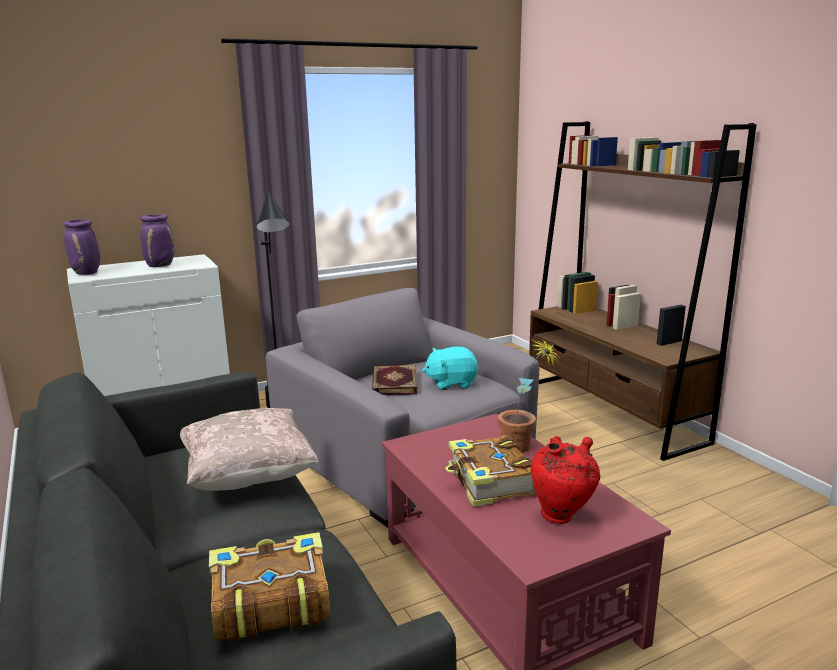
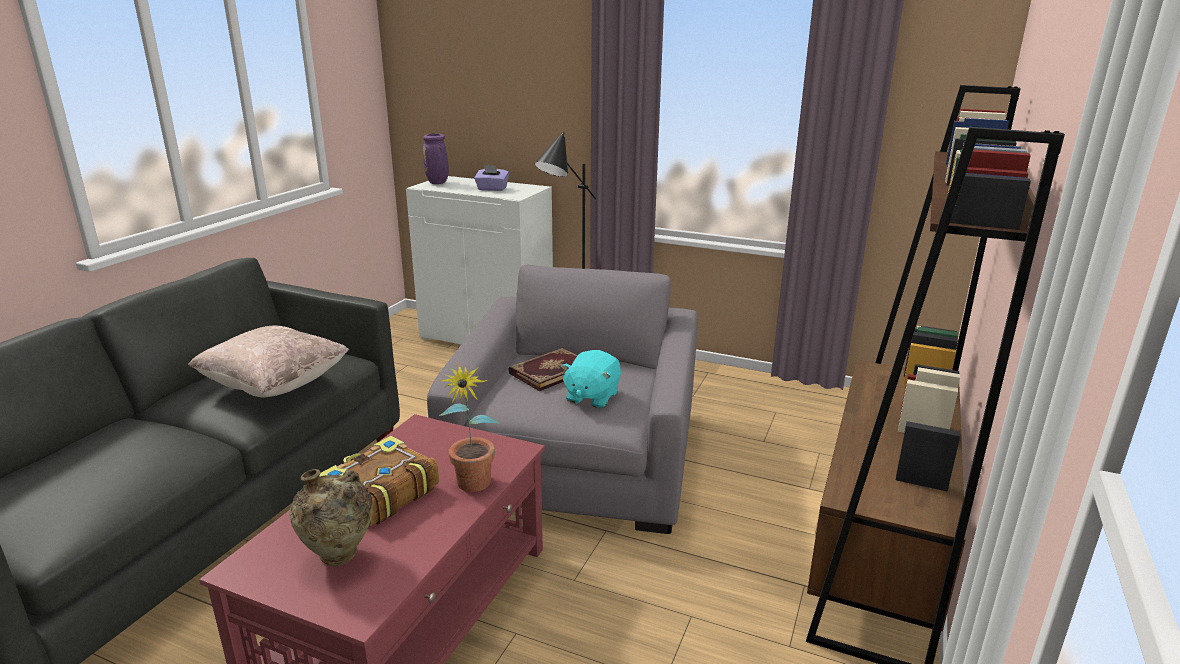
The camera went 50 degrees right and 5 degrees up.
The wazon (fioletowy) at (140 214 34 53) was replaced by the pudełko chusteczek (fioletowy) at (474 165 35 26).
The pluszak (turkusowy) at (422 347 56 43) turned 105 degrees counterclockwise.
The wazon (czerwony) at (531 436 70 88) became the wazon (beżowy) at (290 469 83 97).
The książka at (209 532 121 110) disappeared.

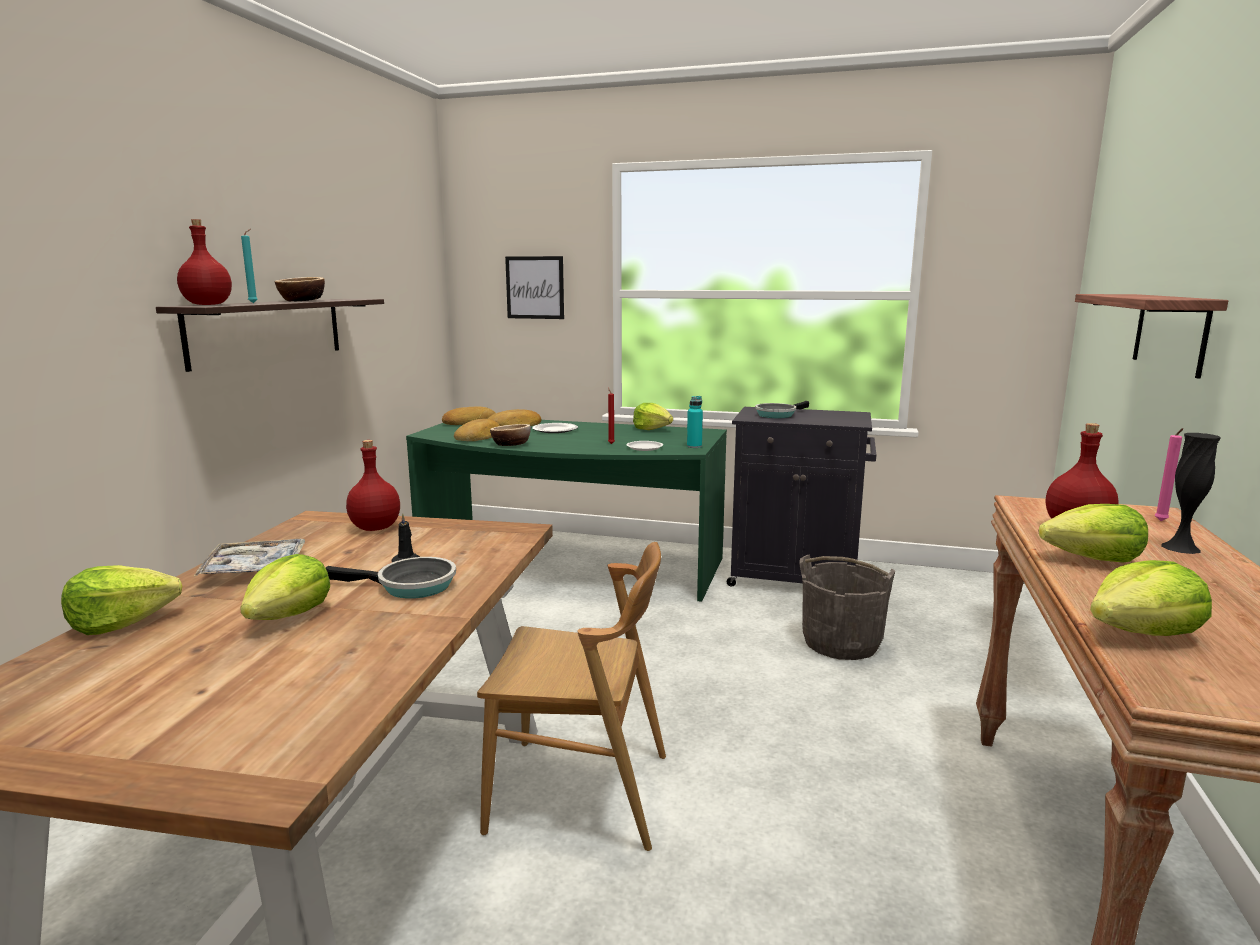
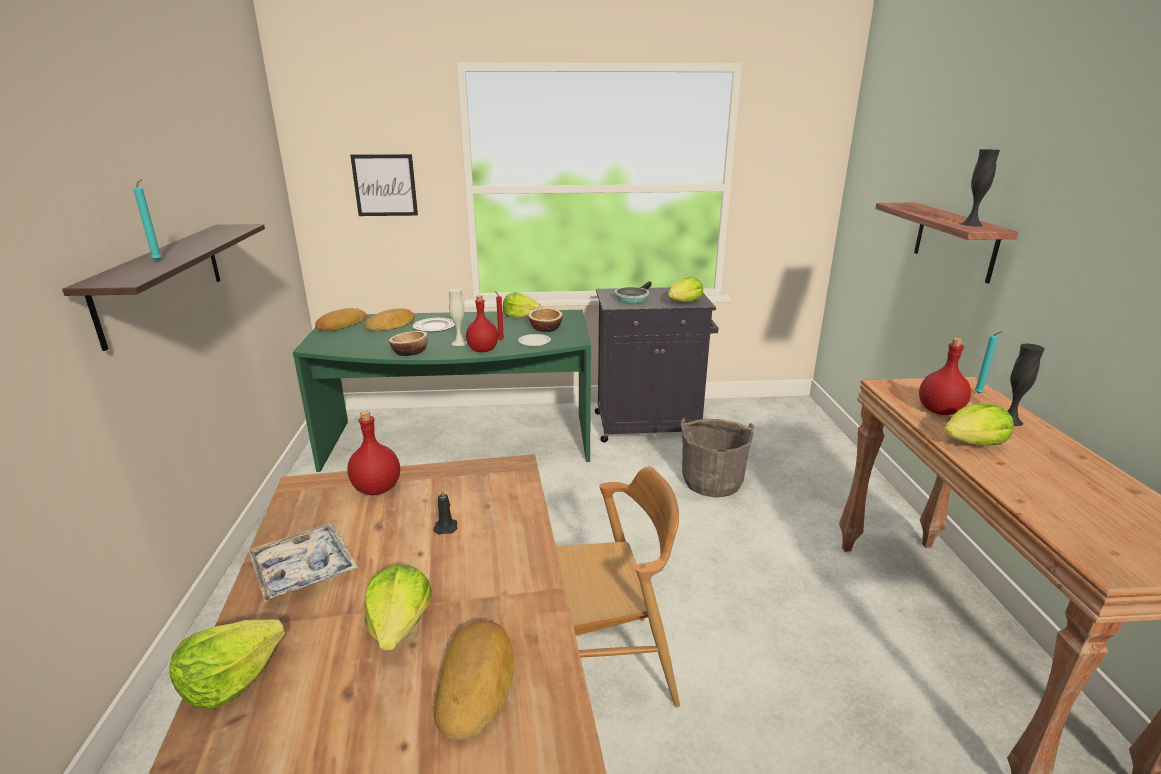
The camera went 20 degrees left and 10 degrees up.
The butelka (czerwony) moved from (177 219 55 86) to (466 295 32 57).
The miska moved from (275 277 50 24) to (528 308 35 24).
The butelka (turkusowy) at (687 396 16 52) disappeared.
The chleb moved from (454 419 46 22) to (434 621 80 119).
The świeca (różowy) at (1155 428 28 93) became the świeca (turkusowy) at (974 332 27 62).
The patelnia at (326 557 130 42) disappeared.
The sałata moved from (1090 560 122 76) to (668 277 35 25).
The wazon (czarny) at (961 149 39 78) appeared.
The wazon (biały) at (448 289 19 57) appeared.

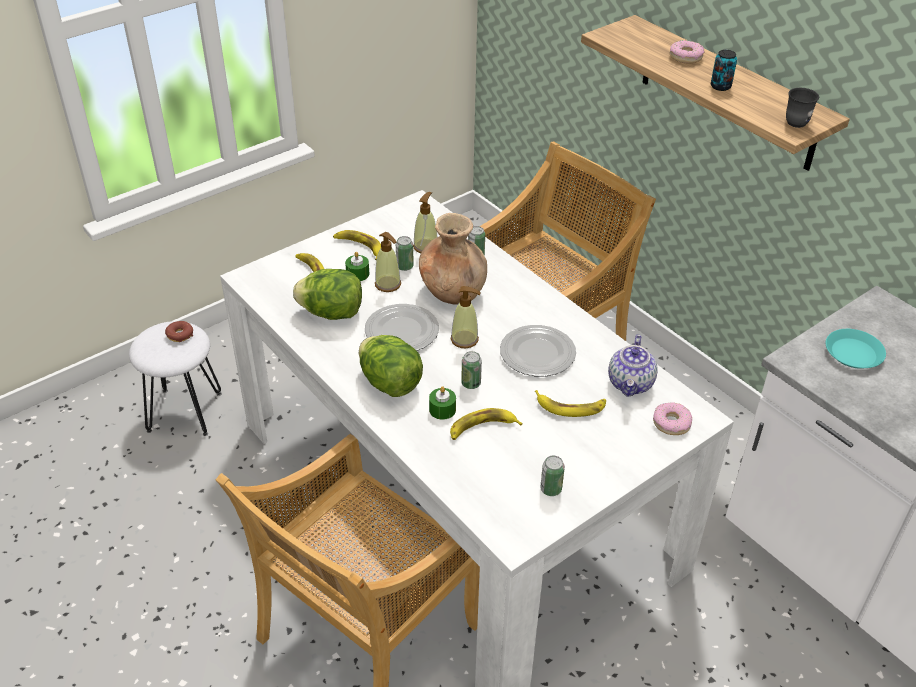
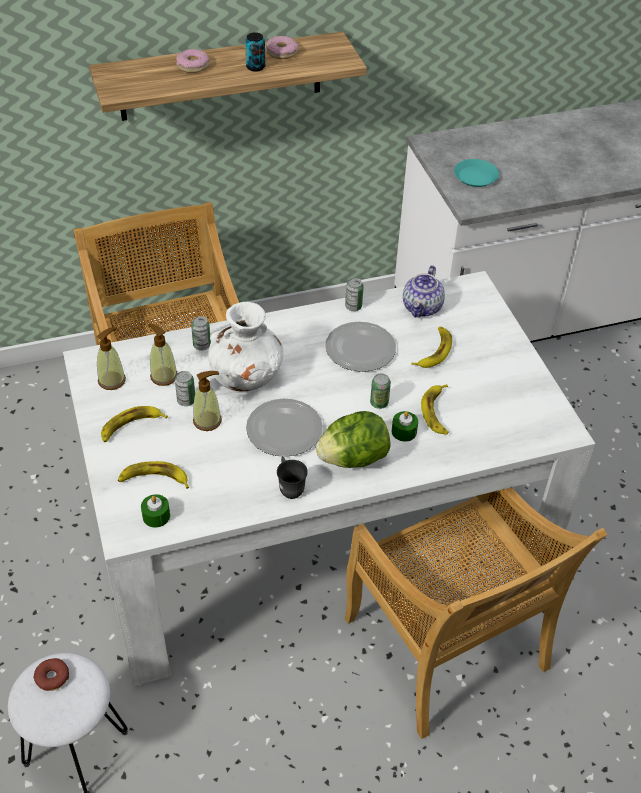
The camera went 70 degrees left and 5 degrees up.
The kubek (szary) moved from (786 88 33 40) to (277 457 30 42).
The wazon (brązowy) at (419 213 68 92) became the wazon (biały) at (208 302 75 89).
The świeca (zielony) moved from (345 252 24 29) to (141 494 29 34).
The sałata at (293 269 69 51) disappeared.
The dozownik mydła moved from (451 286 30 62) to (97 327 29 63).
The imbryk at (608 334 50 63) turned 75 degrees clockwise.
The donut moved from (653 402 39 33) to (266 36 32 23).
The puszka moved from (540 456 25 40) to (345 278 19 33).

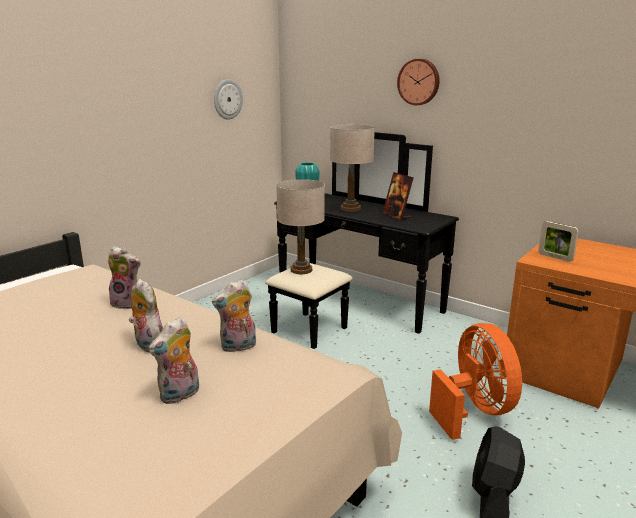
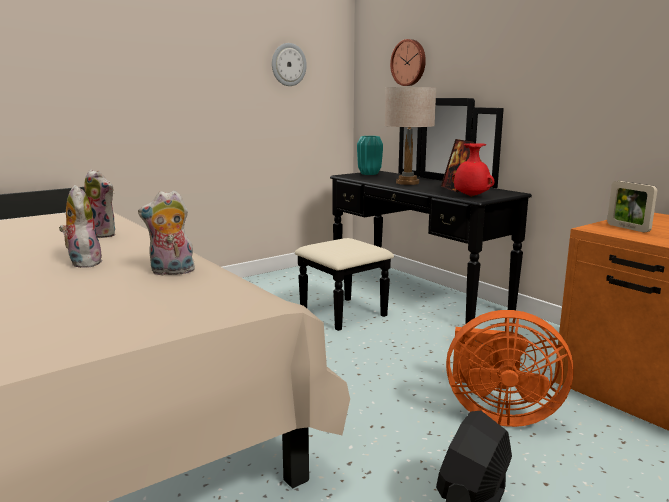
The camera went 15 degrees right and 5 degrees down.
The zegar ścienny moved from (397 59 43 46) to (390 39 36 47).
The lampa stołowa (beżowy) at (276 179 49 95) disappeared.
The pluszak at (149 317 50 87) disappeared.
The wentylator (pomarańczowy) at (429 323 93 117) turned 105 degrees clockwise.
The wazon (czerwony) at (452 143 42 54) appeared.

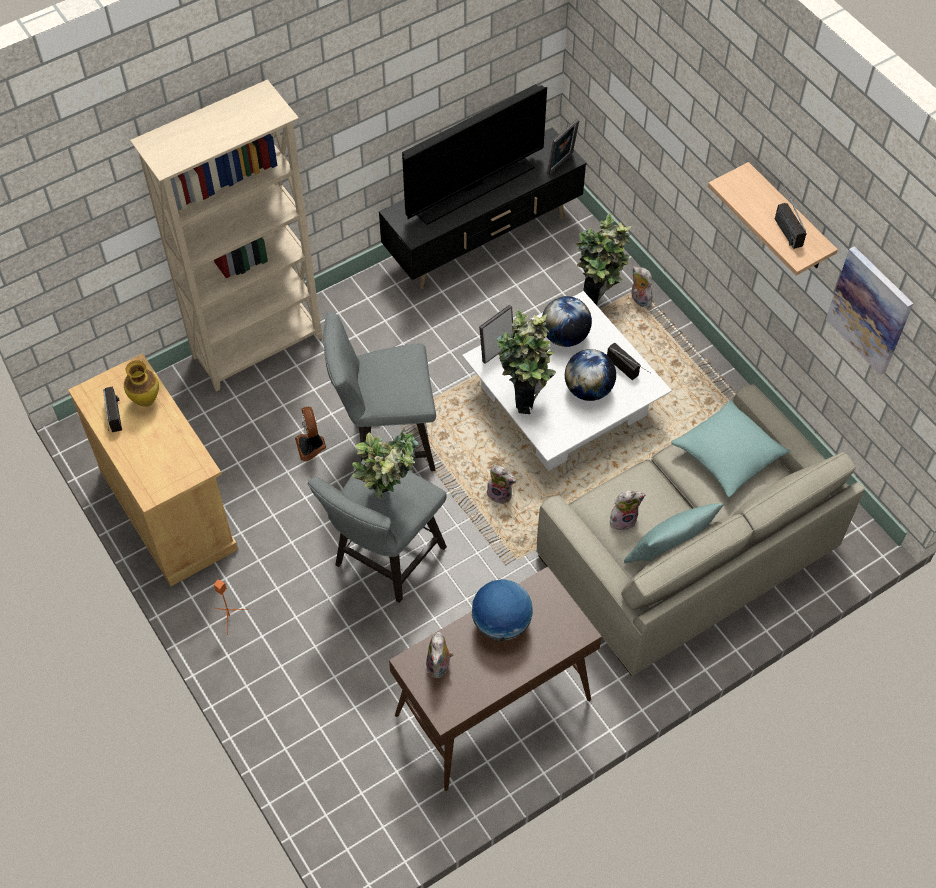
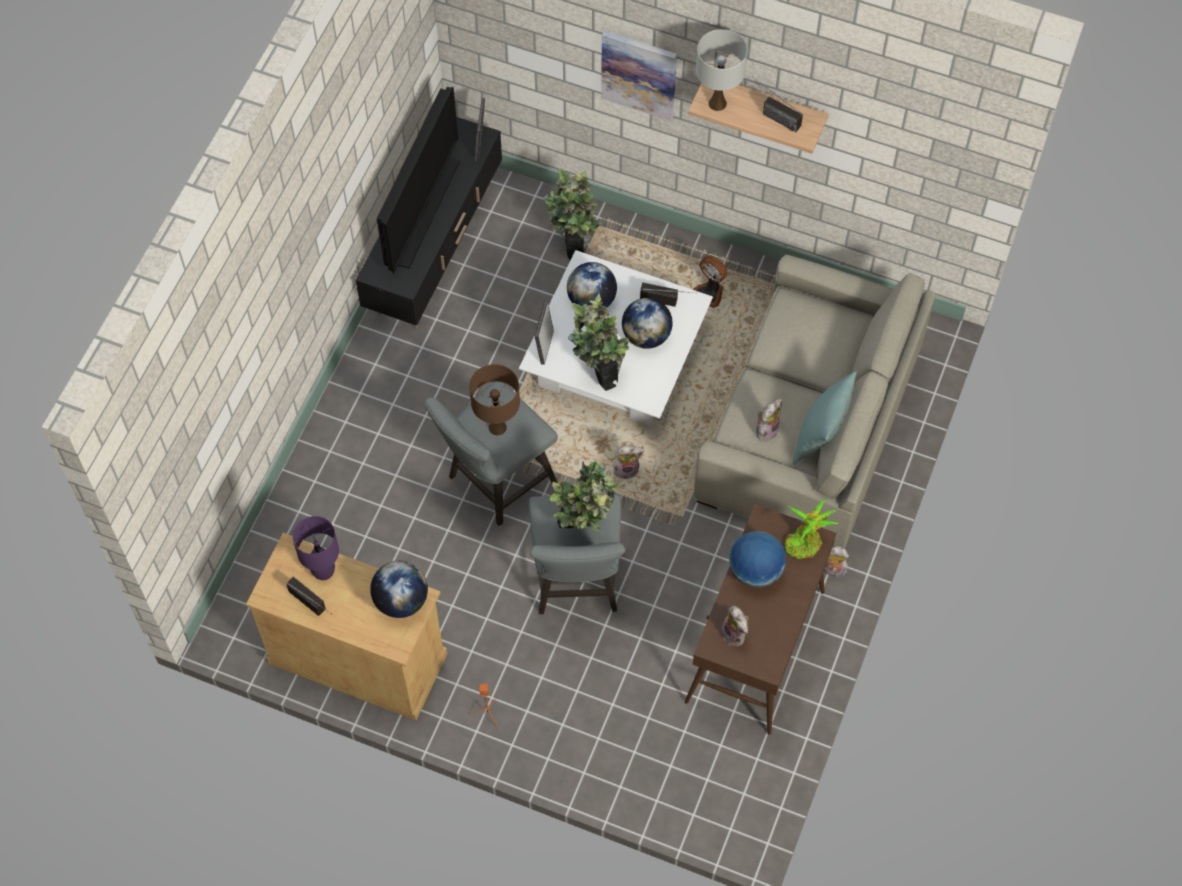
The camera went 35 degrees left and 5 degrees up.
The regał (beżowy) at (130 80 192 312) disappeared.
The obraz moved from (826 246 88 129) to (601 31 76 90).
The pluszak moved from (631 266 21 41) to (823 546 26 34).
The wazon at (124 360 35 47) was replaced by the lampa stołowa (fioletowy) at (293 516 46 64).
The poduszka (turkusowy) at (671 400 119 98) disappeared.
The wentylator moved from (295 406 31 55) to (693 255 35 53).
The lampa stołowa (biały) at (696 29 51 82) appeared.
The lampa stołowa (brązowy) at (469 364 51 71) appeared.
The roślina doniczkowa at (785 498 54 61) appeared.
The globus at (370 561 58 57) appeared.

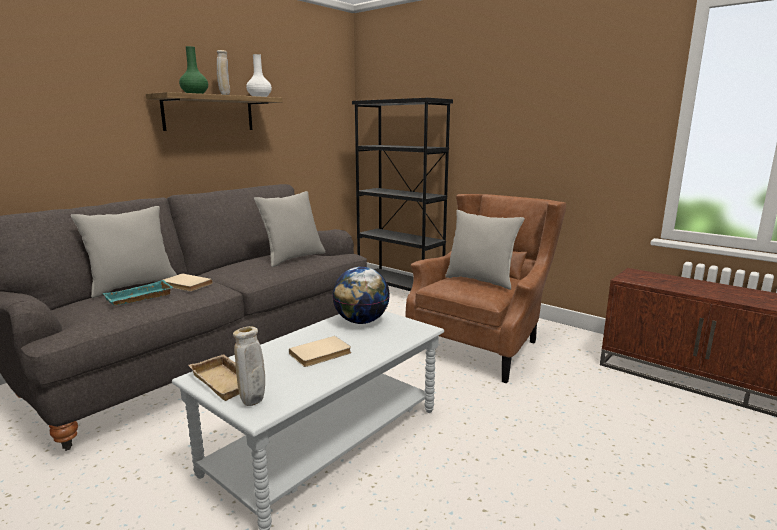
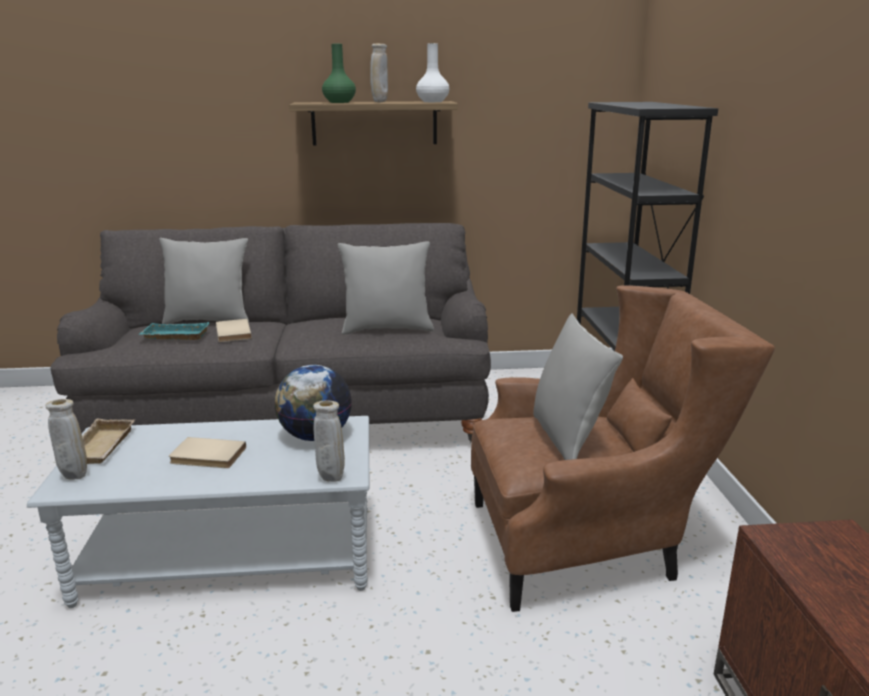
The camera went 45 degrees right and 5 degrees up.
The wazon (beżowy) at (313 401 32 81) appeared.

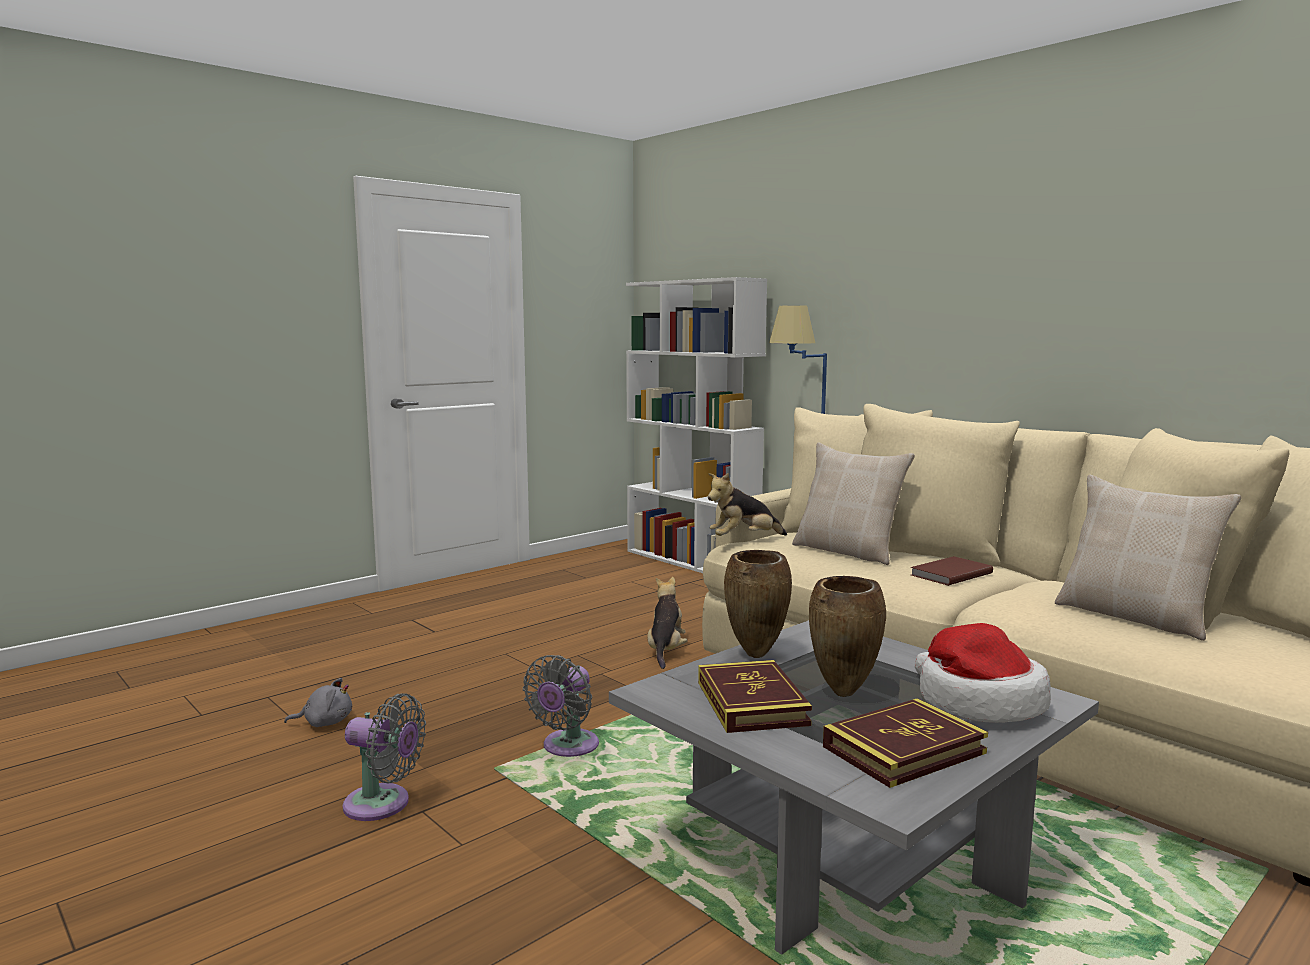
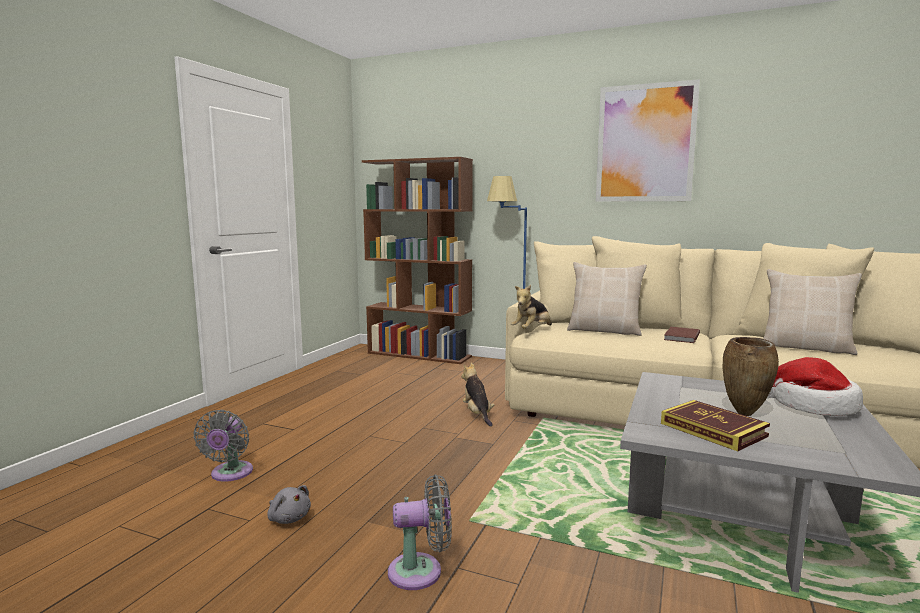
The camera went 25 degrees left and 0 degrees up.
The regał (biały) at (626 277 141 296) became the regał (brązowy) at (362 157 111 207).
The wazon (brązowy) at (724 550 68 108) disappeared.
The wentylator (szary) moved from (523 655 76 102) to (193 410 60 72).
The pluszak (szary) at (284 678 68 49) turned 75 degrees clockwise.
The książka at (823 698 165 90) disappeared.
The obraz at (596 79 104 122) appeared.

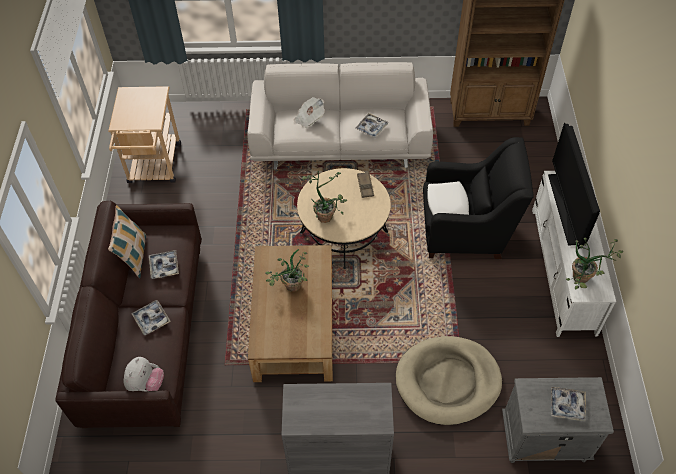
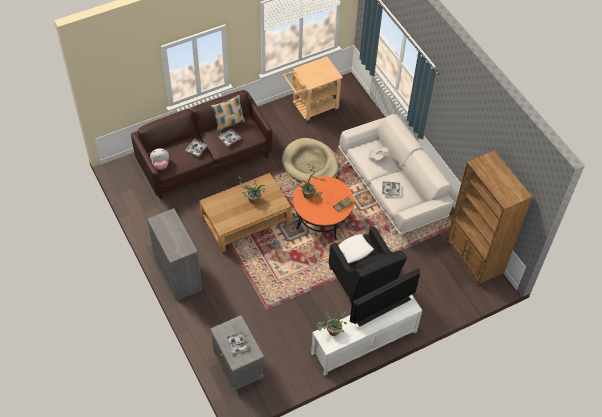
The camera went 60 degrees right and 0 degrees up.
The ława (beżowy) at (297 168 94 101) became the ława (pomarańczowy) at (293 176 61 64).
The legowisko (beżowy) moved from (396 336 106 89) to (282 138 56 45).

